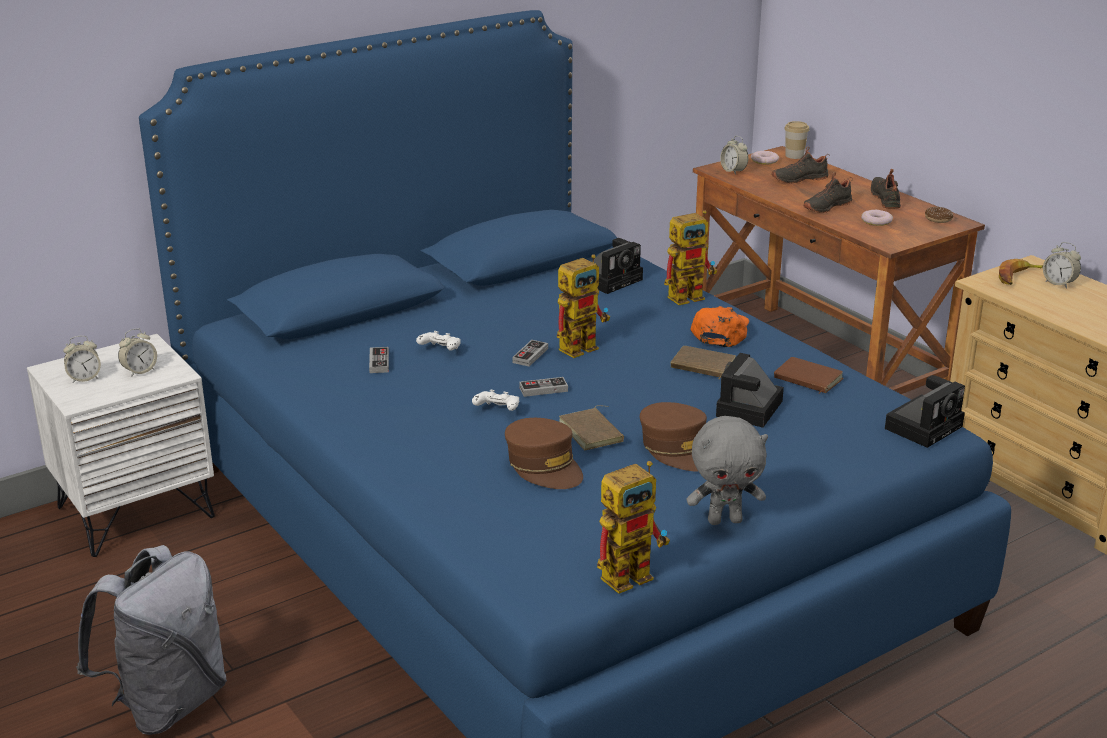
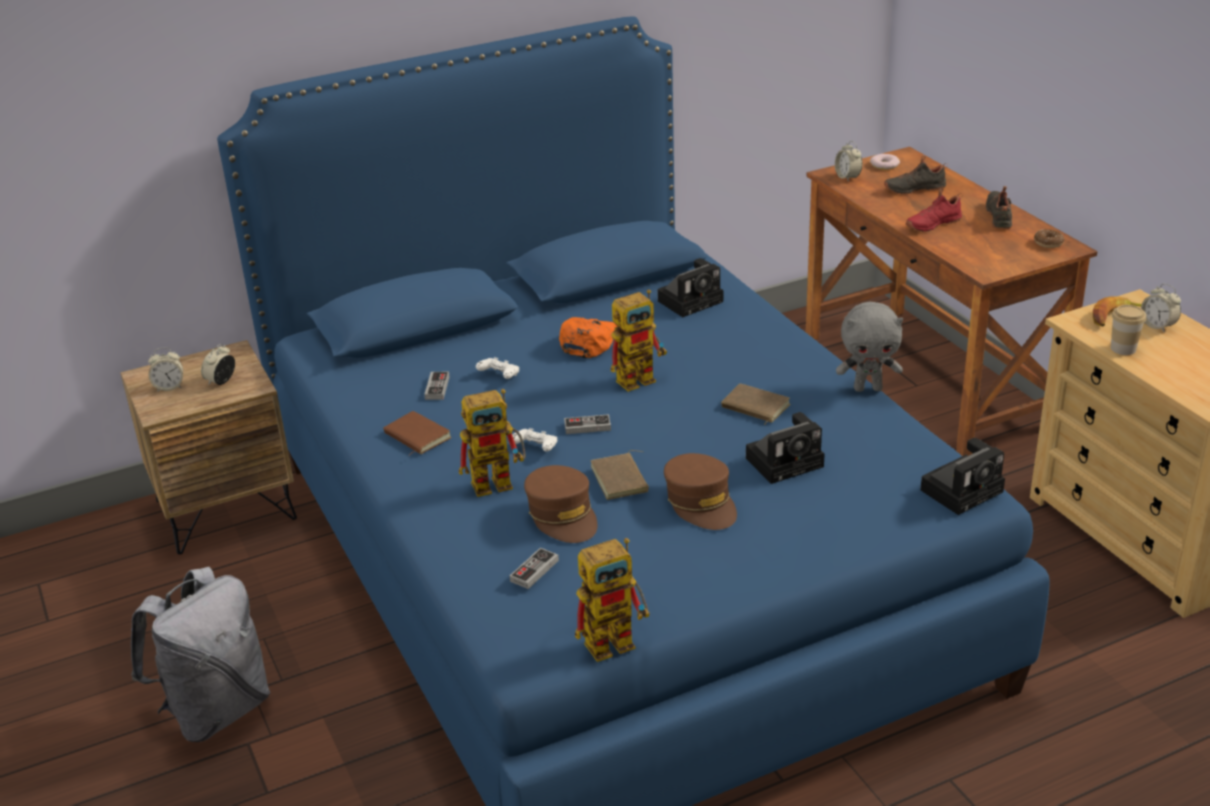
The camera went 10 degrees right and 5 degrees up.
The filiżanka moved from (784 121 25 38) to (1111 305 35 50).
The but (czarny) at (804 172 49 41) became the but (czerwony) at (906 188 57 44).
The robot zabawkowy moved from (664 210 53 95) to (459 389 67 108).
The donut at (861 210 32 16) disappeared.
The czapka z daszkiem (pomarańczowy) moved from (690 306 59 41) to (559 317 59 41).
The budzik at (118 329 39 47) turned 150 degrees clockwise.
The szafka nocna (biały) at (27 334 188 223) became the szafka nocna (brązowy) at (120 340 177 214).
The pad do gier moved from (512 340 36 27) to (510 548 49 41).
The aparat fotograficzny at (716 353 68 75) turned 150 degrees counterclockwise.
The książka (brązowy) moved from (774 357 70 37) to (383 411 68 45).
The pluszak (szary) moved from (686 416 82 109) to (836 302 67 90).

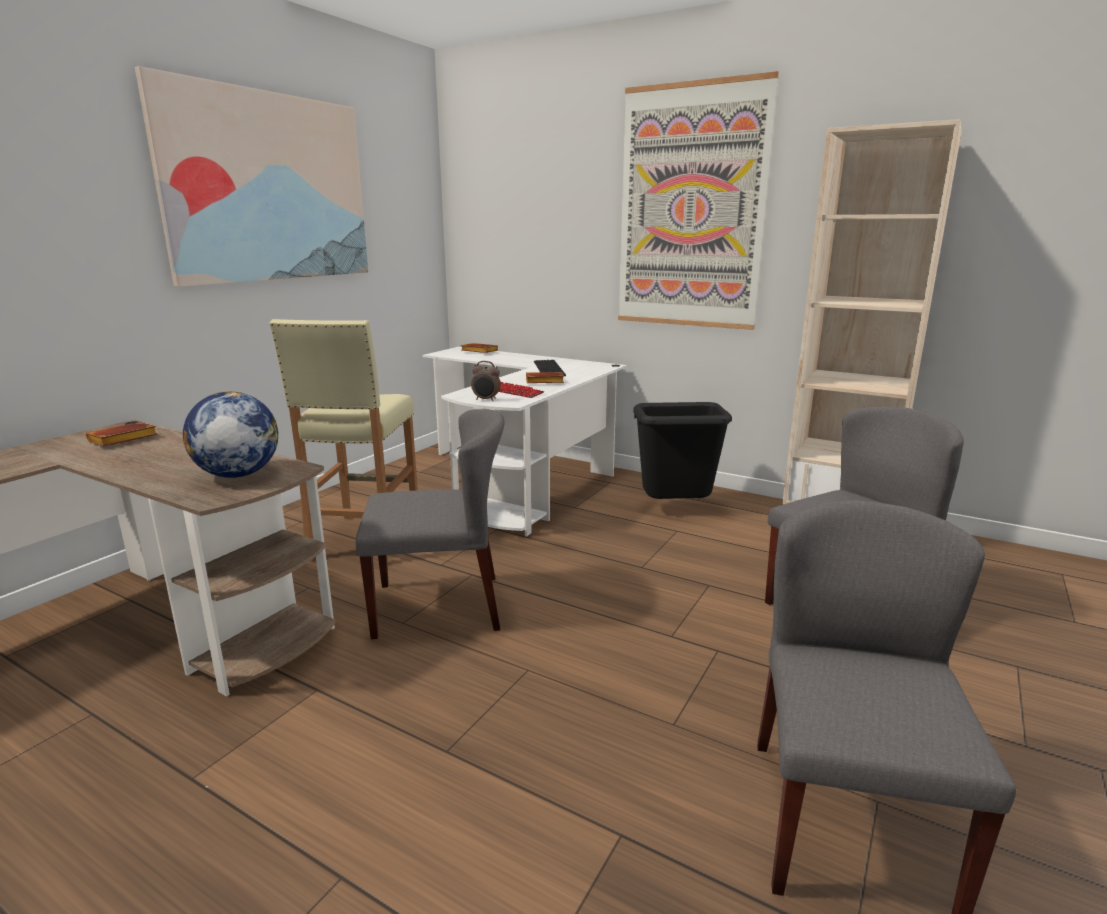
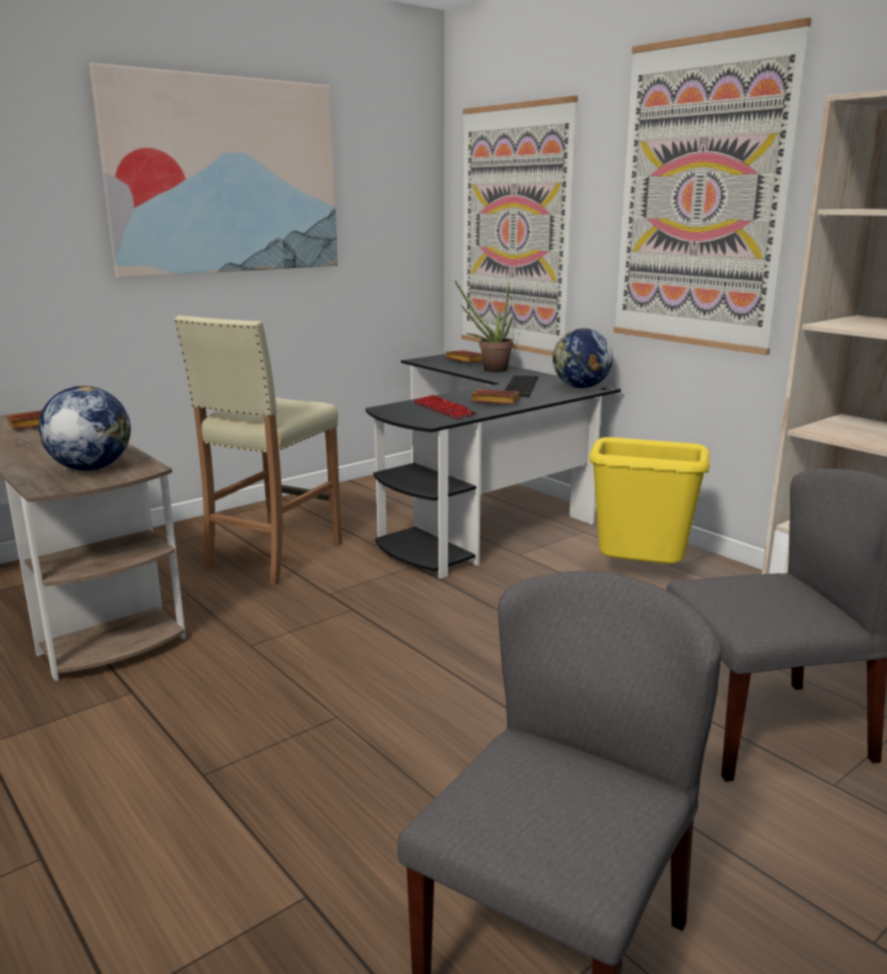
The camera went 20 degrees right and 0 degrees up.
The biurko (biały) at (423 347 204 190) became the biurko (czarny) at (366 354 255 225).
The budzik at (471 361 30 40) disappeared.
The kosz na śmieci (czarny) at (633 402 99 97) became the kosz na śmieci (żółty) at (589 437 121 127).
The krzesło (szary) at (356 409 149 230) disappeared.
The obraz at (461 96 117 260) appeared.
The roślina doniczkowa at (455 280 58 92) appeared.
The globus at (553 328 60 60) appeared.

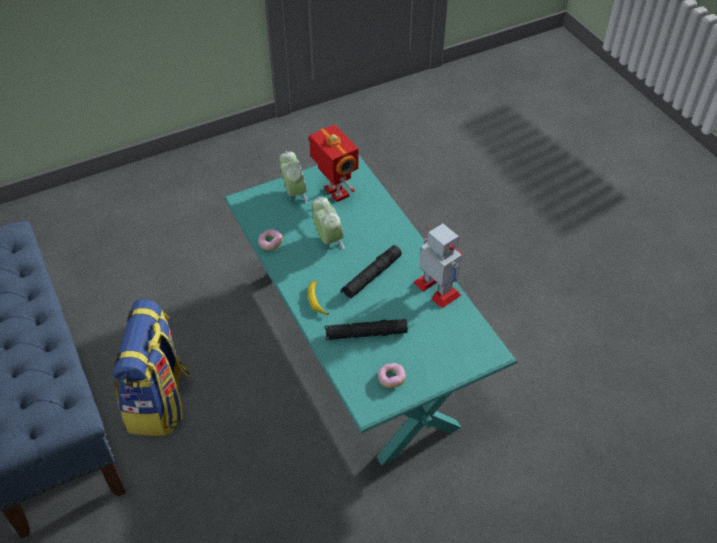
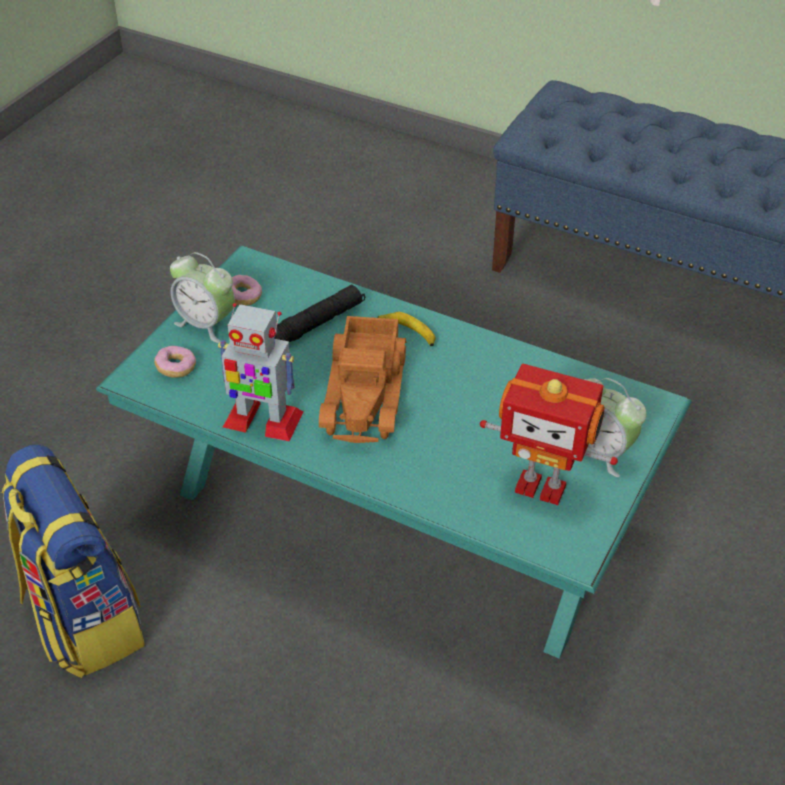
The camera went 145 degrees right and 5 degrees down.
The budzik moved from (312 197 33 53) to (170 252 65 91).
The donut moved from (258 229 25 21) to (154 346 42 31).
The latarka (czarny) at (341 245 61 54) was replaced by the ciężarówka zabawkowa at (319 316 88 127).
The plecak moved from (113 299 78 137) to (2 445 143 233).

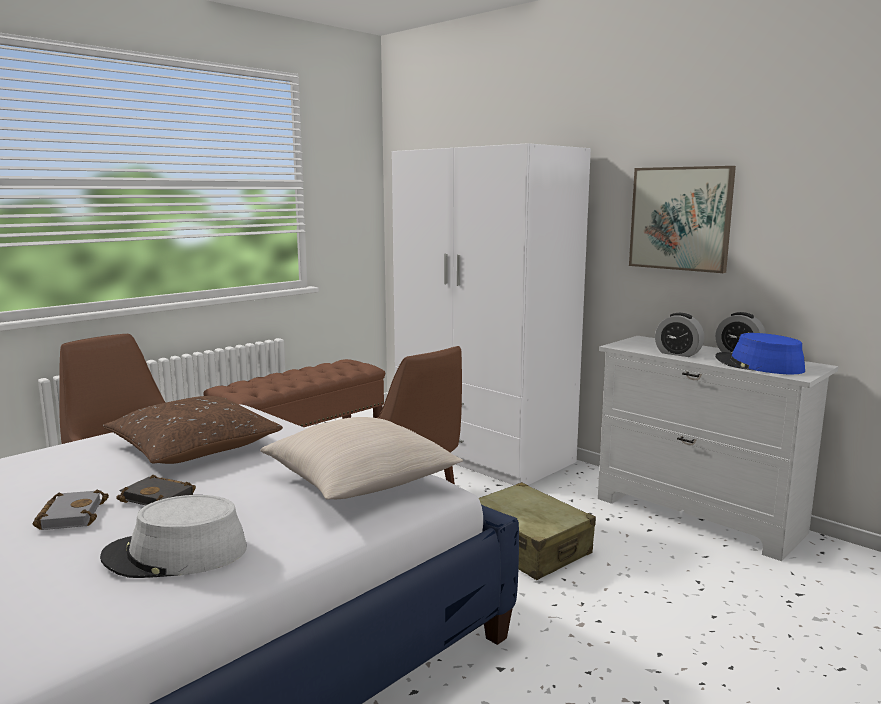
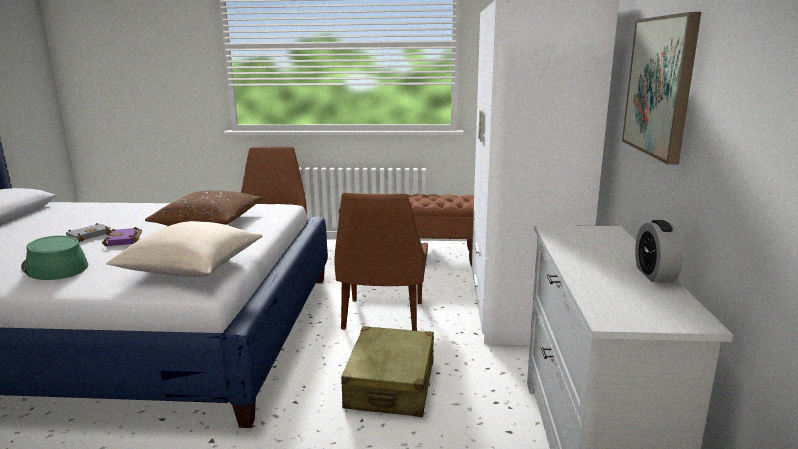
The camera went 50 degrees right and 5 degrees up.
The budzik at (655 313 49 44) disappeared.
The kapelusz (niebieski) at (715 333 90 41) disappeared.
The książka (czarny) at (116 475 80 30) became the książka (fioletowy) at (102 227 40 19).
The kapelusz (szary) at (100 495 147 83) became the kapelusz (zielony) at (21 236 67 44).

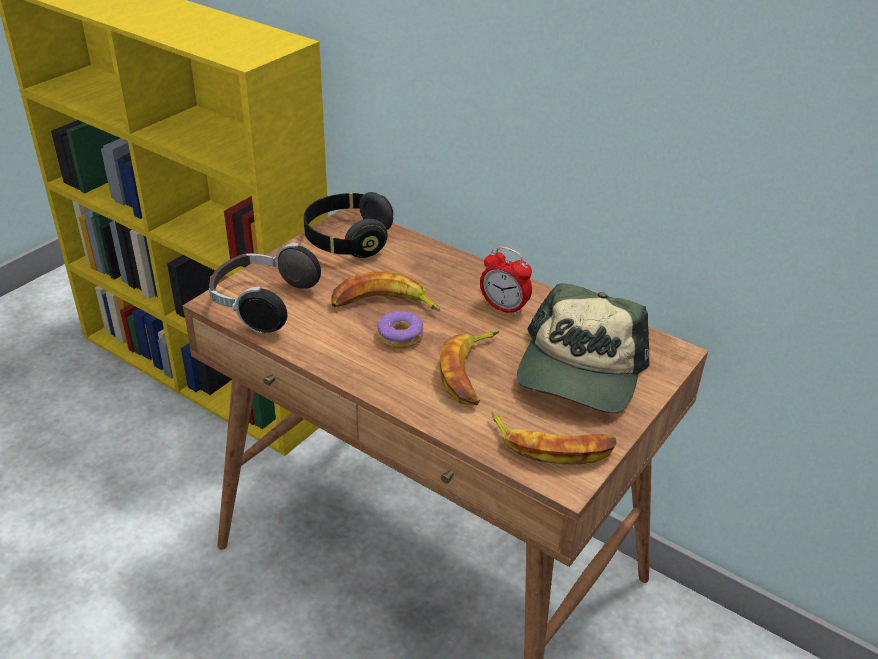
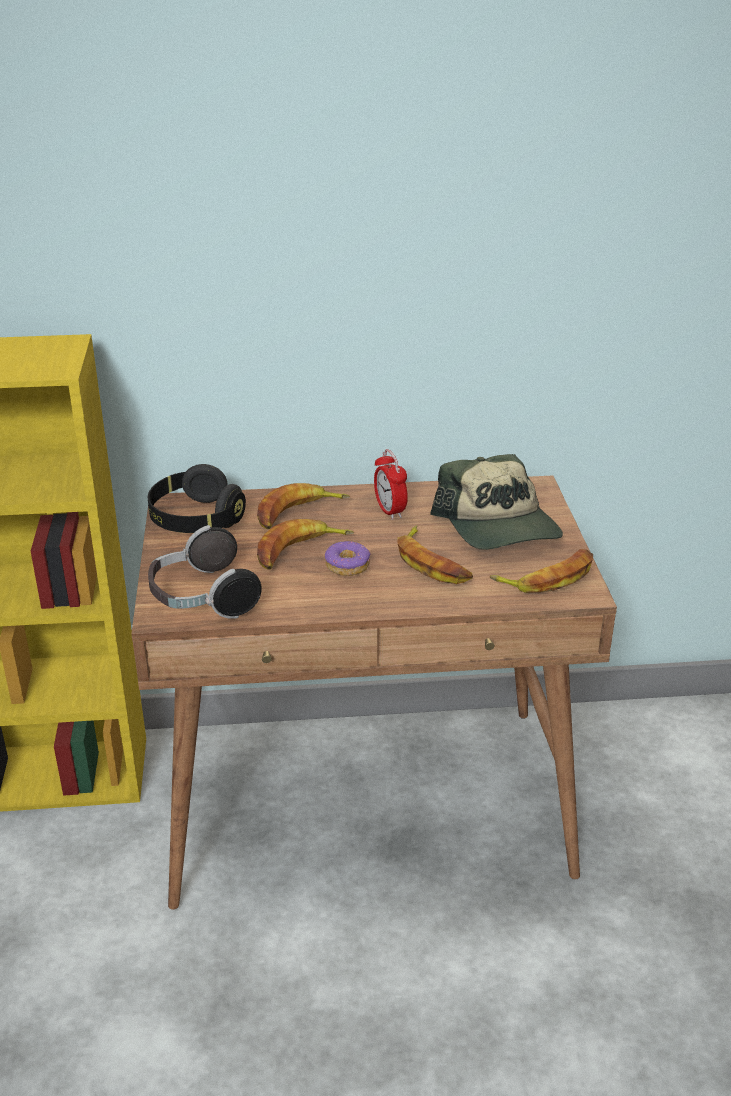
The camera went 40 degrees left and 5 degrees down.
The budzik at (480 246 52 70) turned 75 degrees clockwise.
The banan at (257 483 93 46) appeared.

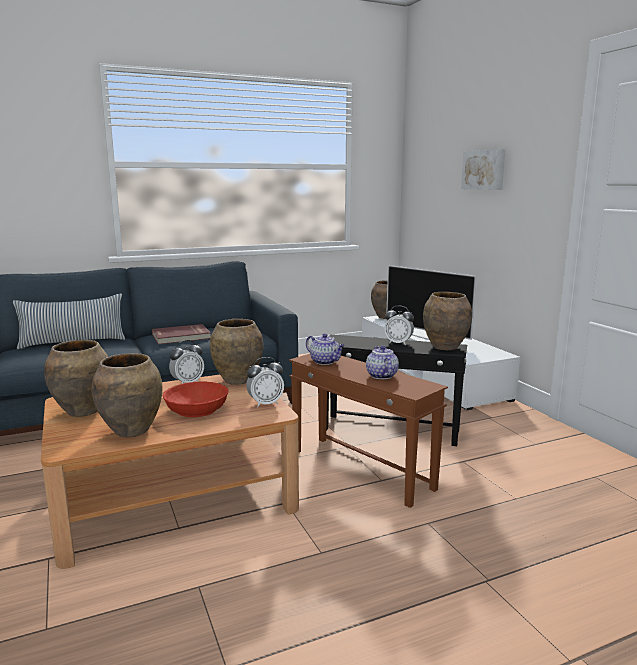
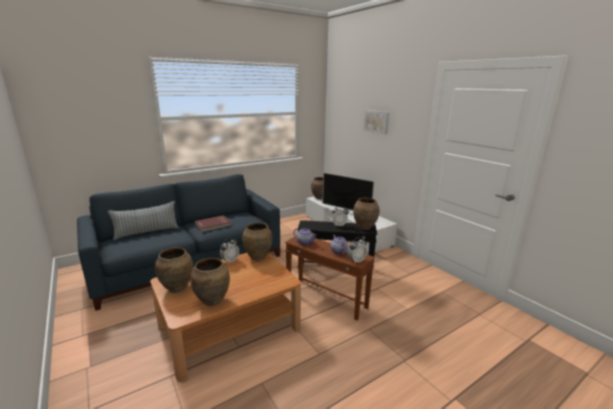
The camera went 10 degrees left and 5 degrees up.
The budzik moved from (246 357 38 50) to (347 237 20 27).
The miska (czerwony) at (162 381 67 36) disappeared.

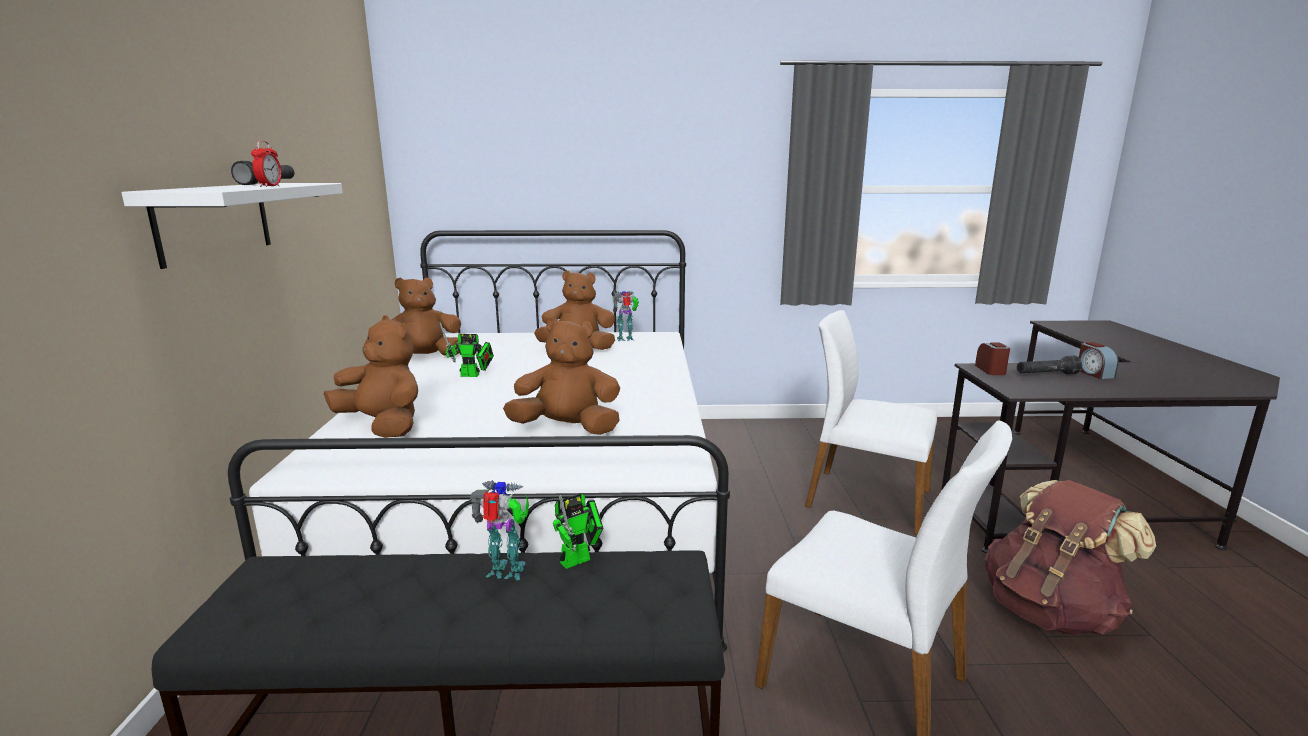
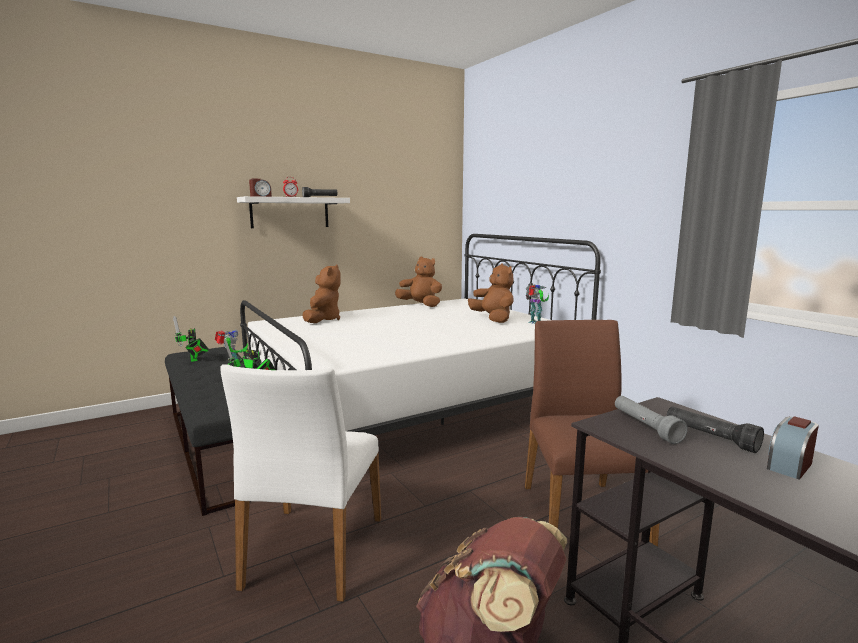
The camera went 60 degrees right and 5 degrees down.
The krzesło (biały) at (805 310 132 225) became the krzesło (brązowy) at (525 320 135 227).
The pluszak (brązowy) at (503 317 117 118) disappeared.
The robot zabawkowy moved from (439 322 55 55) to (173 316 36 46).
The budzik moved from (975 342 35 33) to (249 178 23 19).
The latarka (szary) at (615 396 73 48) appeared.

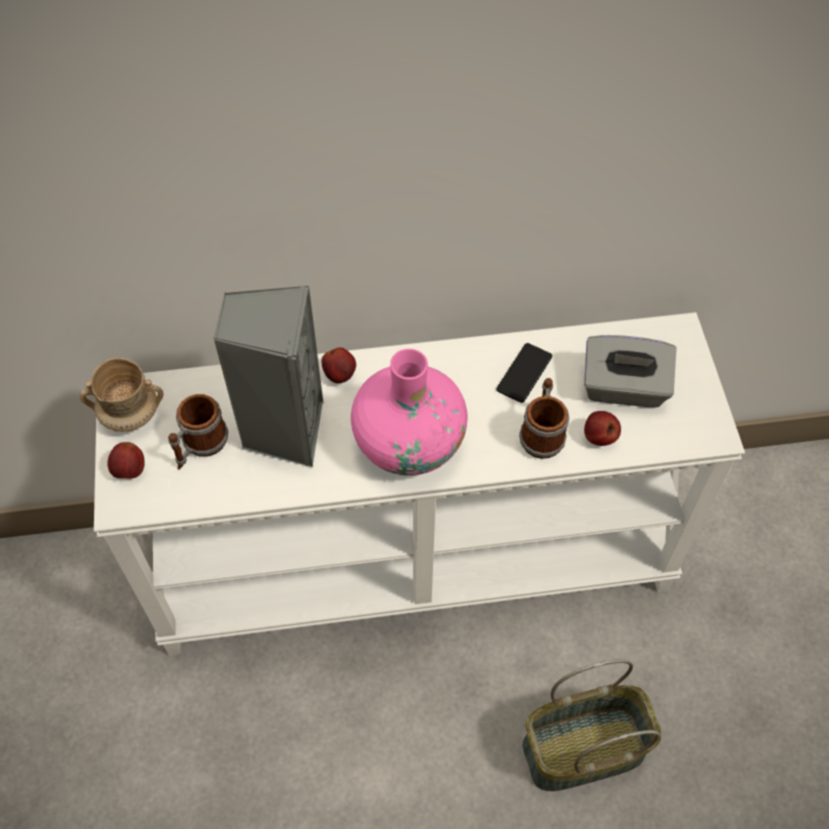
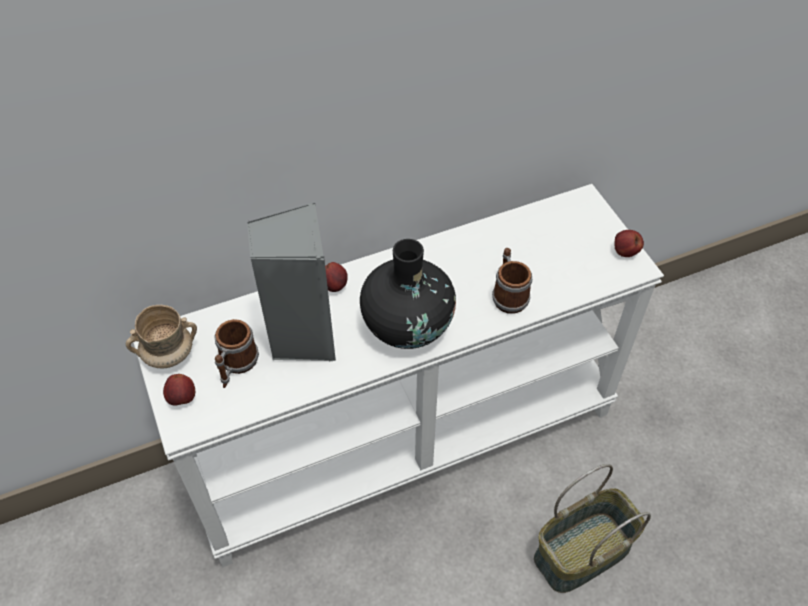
The camera went 15 degrees left and 5 degrees down.
The pudełko chusteczek (szary) at (584 335 93 72) disappeared.
The telefon at (496 343 56 60) disappeared.
The wazon (różowy) at (351 349 117 127) became the wazon (czarny) at (360 239 96 110).
The jabłko moved from (584 411 37 35) to (614 230 30 27).

